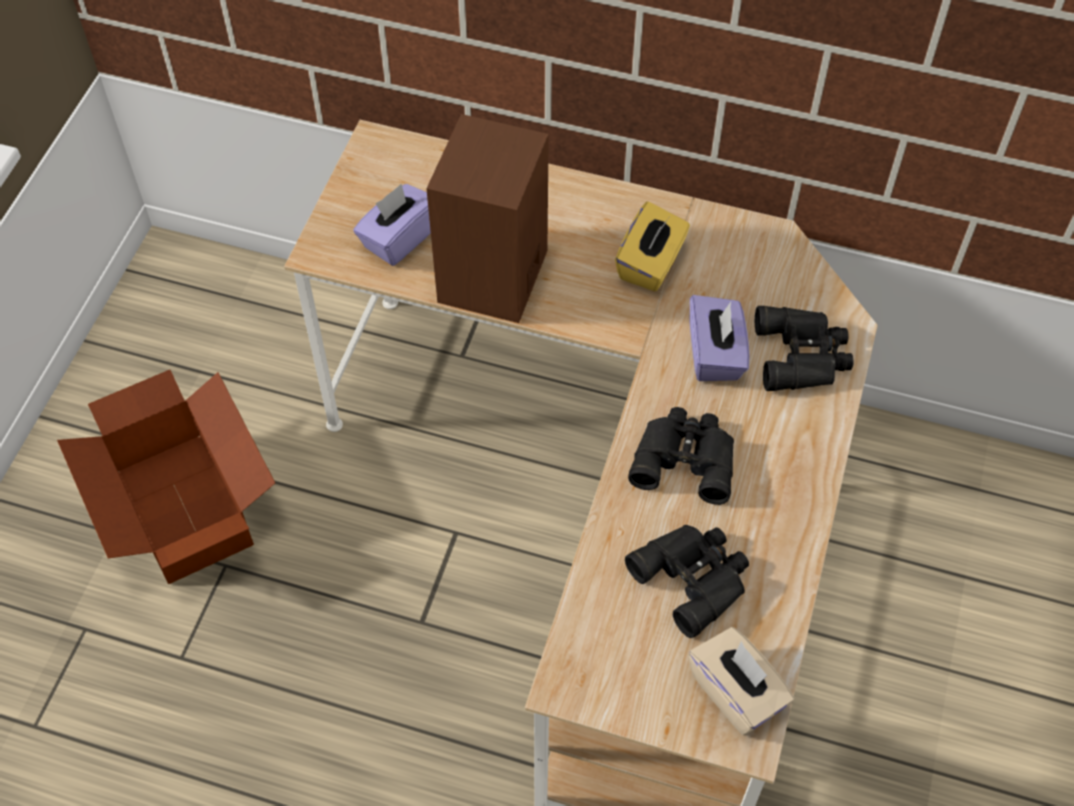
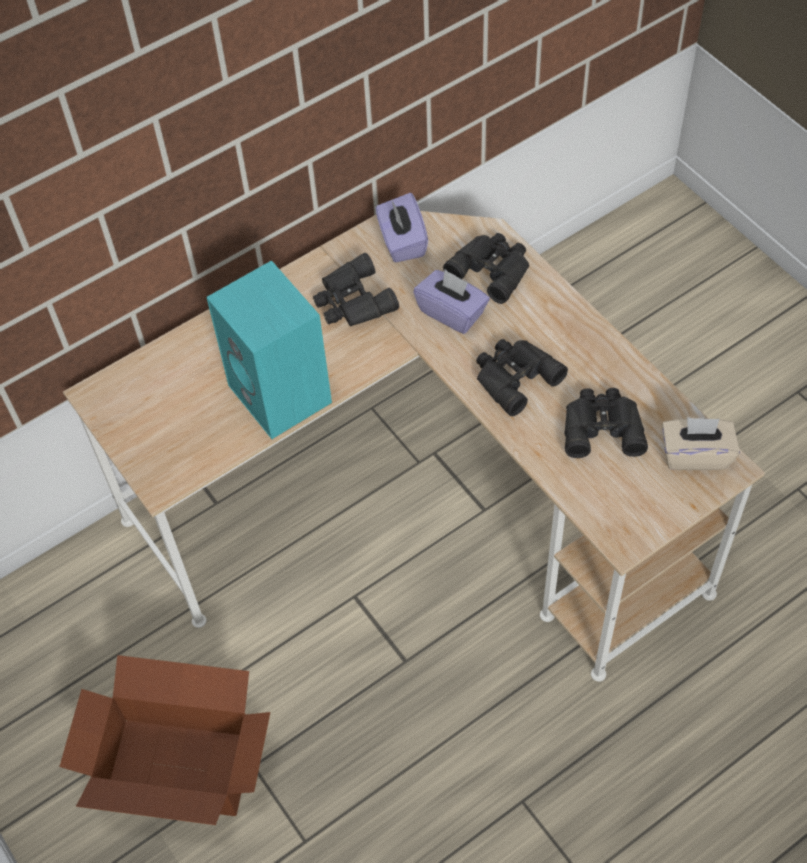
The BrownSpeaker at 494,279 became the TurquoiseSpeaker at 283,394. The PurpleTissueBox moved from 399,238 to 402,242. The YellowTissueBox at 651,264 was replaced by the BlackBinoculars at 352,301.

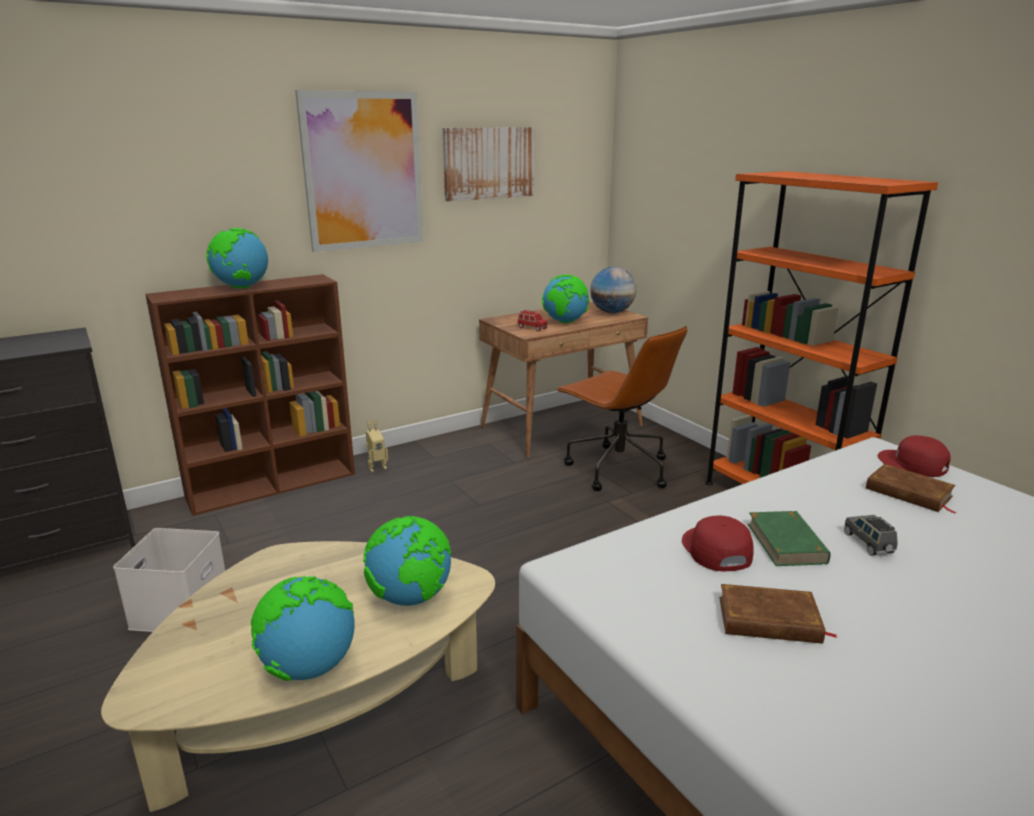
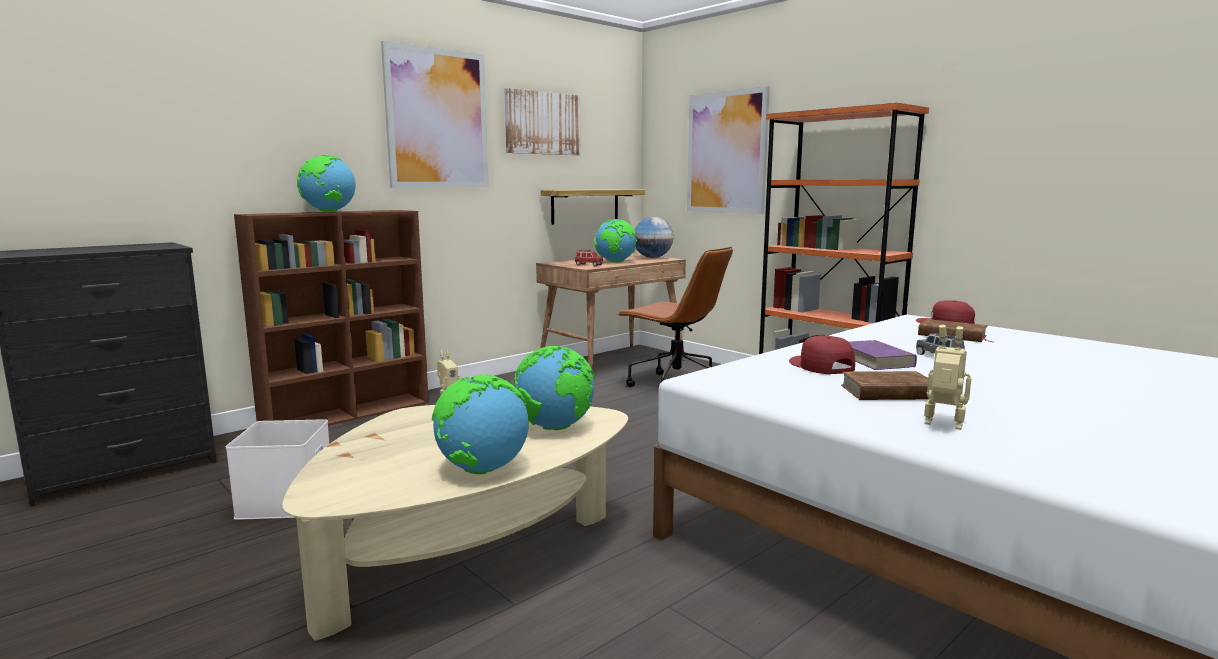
The GreenBook at 786,543 became the PurpleBook at 875,360. The Picture at 726,152 appeared. The Shelf at 585,206 appeared. The ToyRobot at 942,426 appeared.

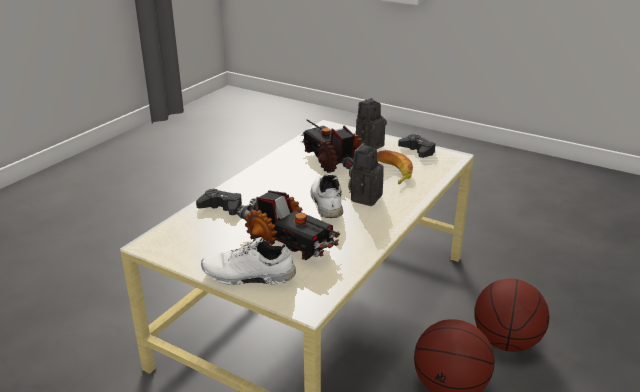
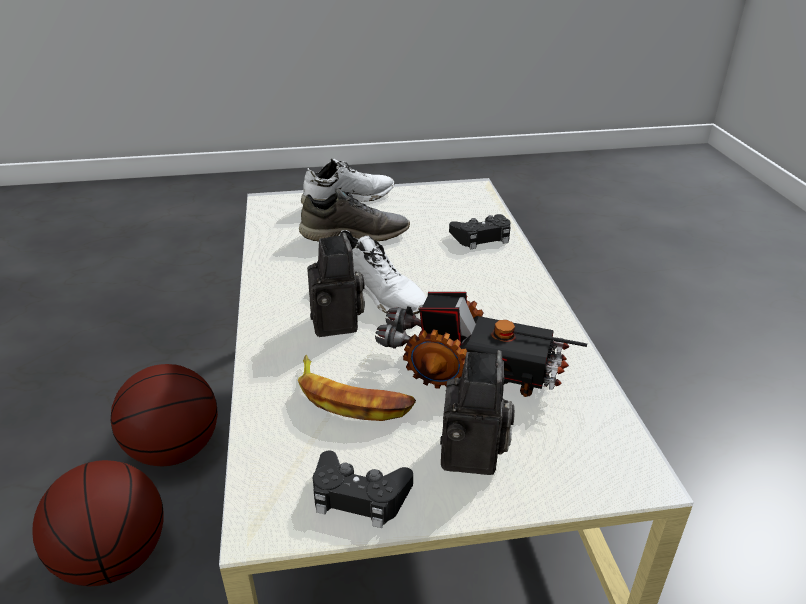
The ToyTruck at 287,242 was replaced by the GreyShoe at 355,234.

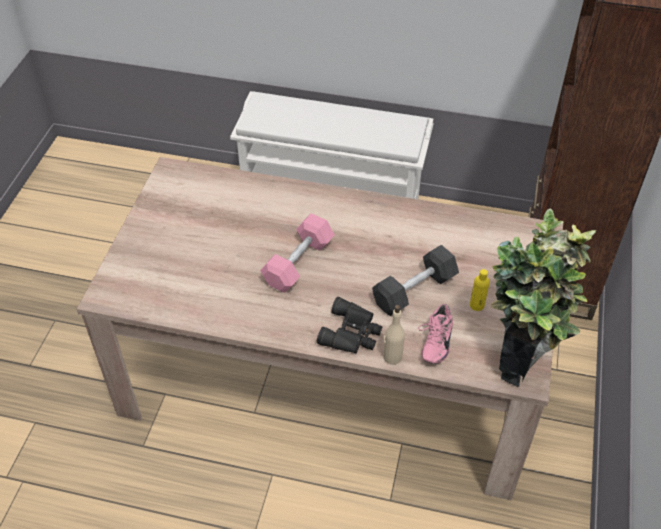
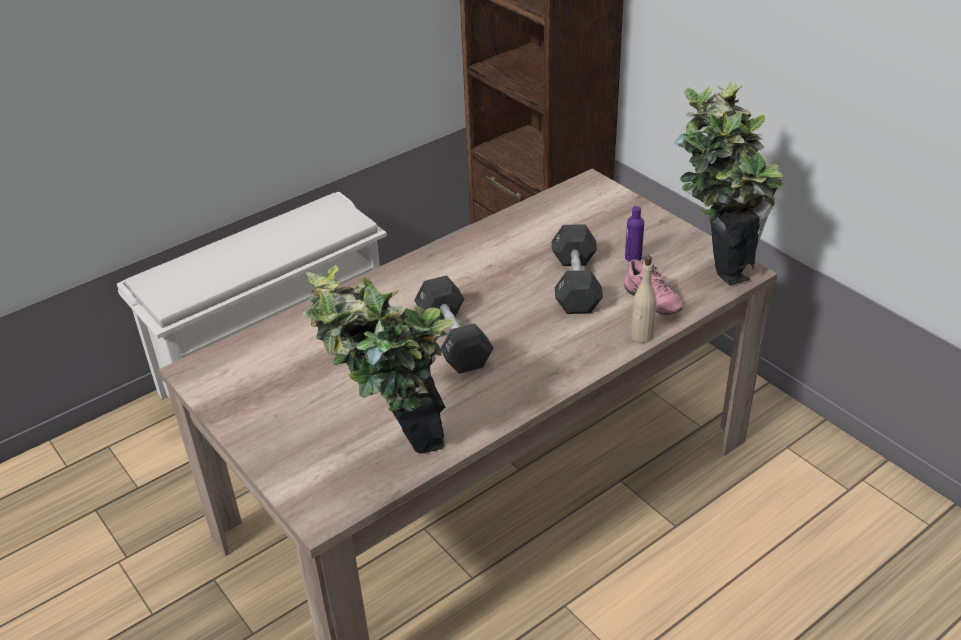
The PinkDumbbell at 298,263 became the BlackDumbbell at 453,339. The YellowBottle at 477,305 became the PurpleBottle at 633,257. The BlackBinoculars at 352,333 disappeared. The PottedPlant at 394,450 appeared.

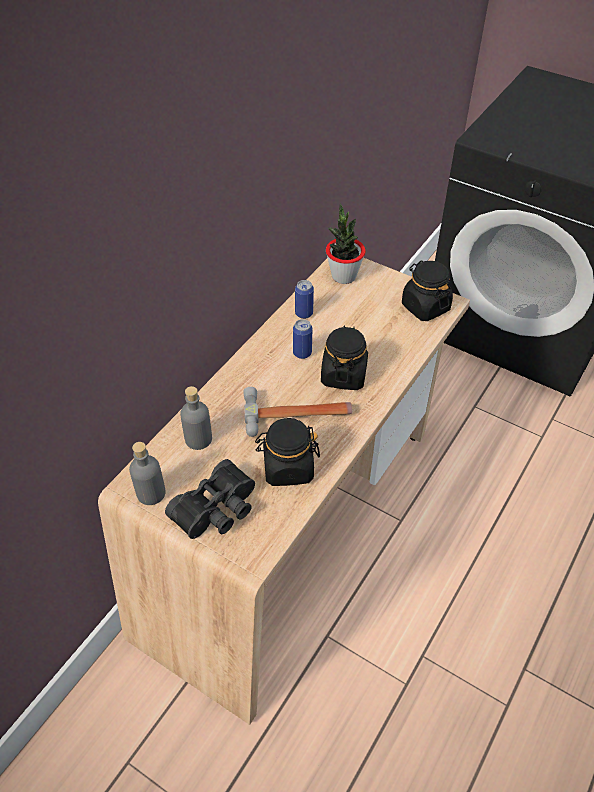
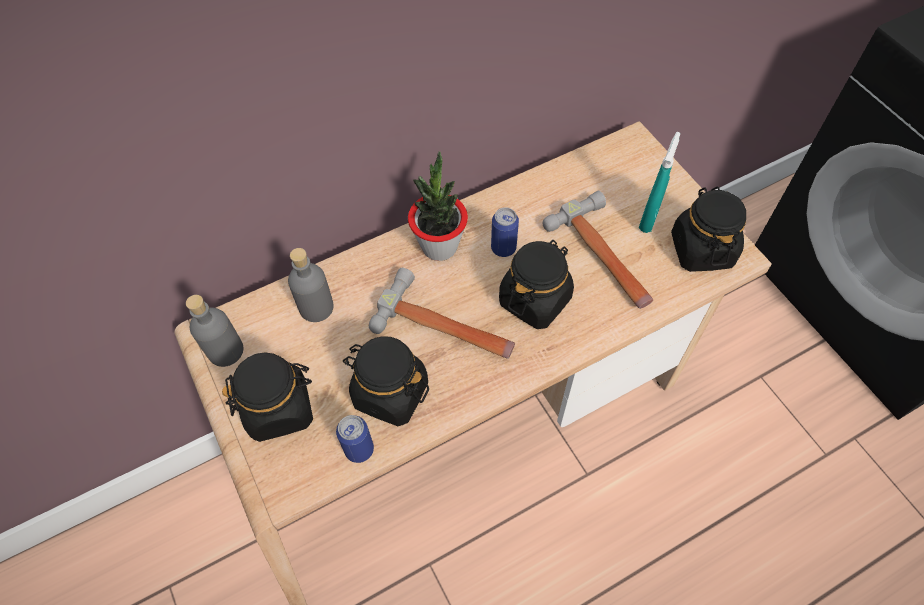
The PottedPlant moved from 343,276 to 439,246. The Can moved from 304,313 to 359,449. The BlackBinoculars at 218,510 was replaced by the BlackJar at 279,408. The TurquoiseSprayBottle at 648,218 appeared. The Hammer at 604,258 appeared.

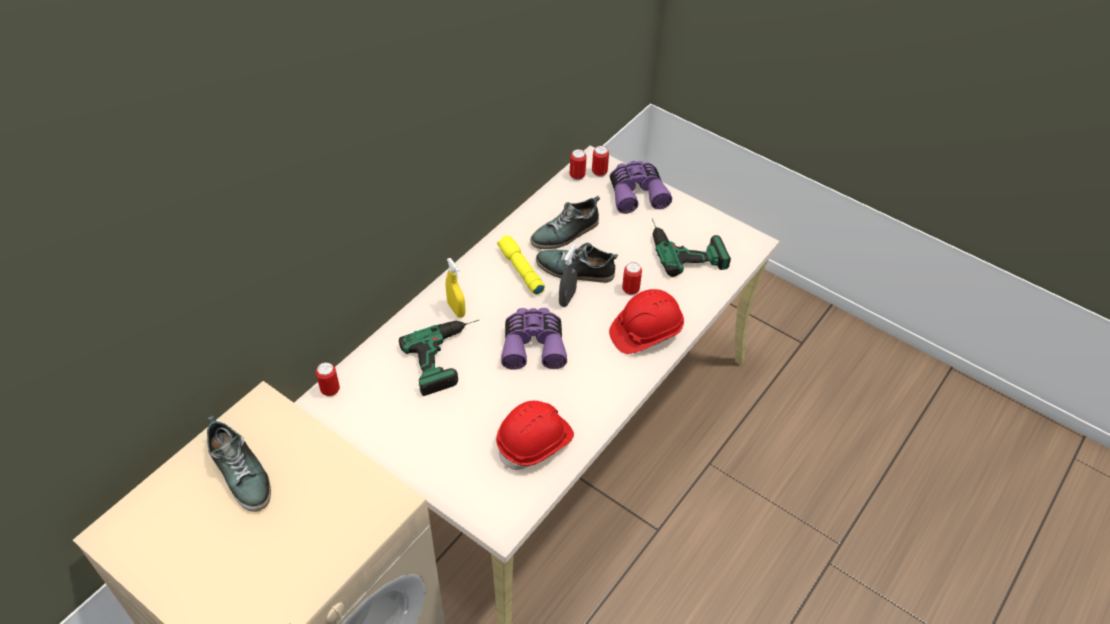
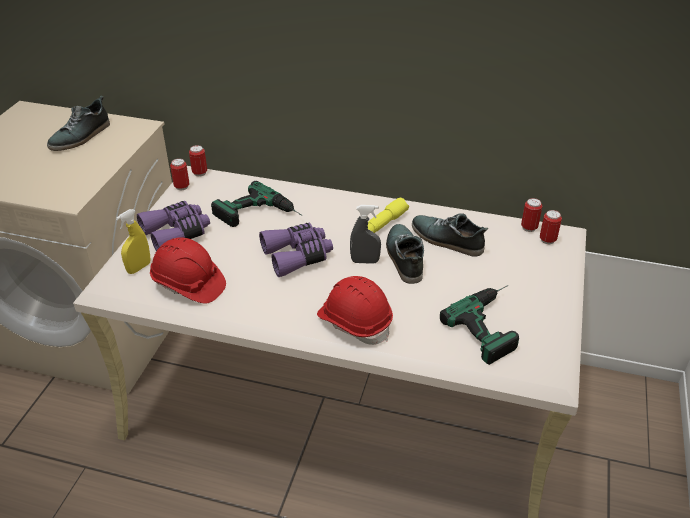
The PurpleBinoculars moved from 636,193 to 177,233. The YellowSprayBottle moved from 456,309 to 139,268. The Can moved from 630,290 to 182,187.

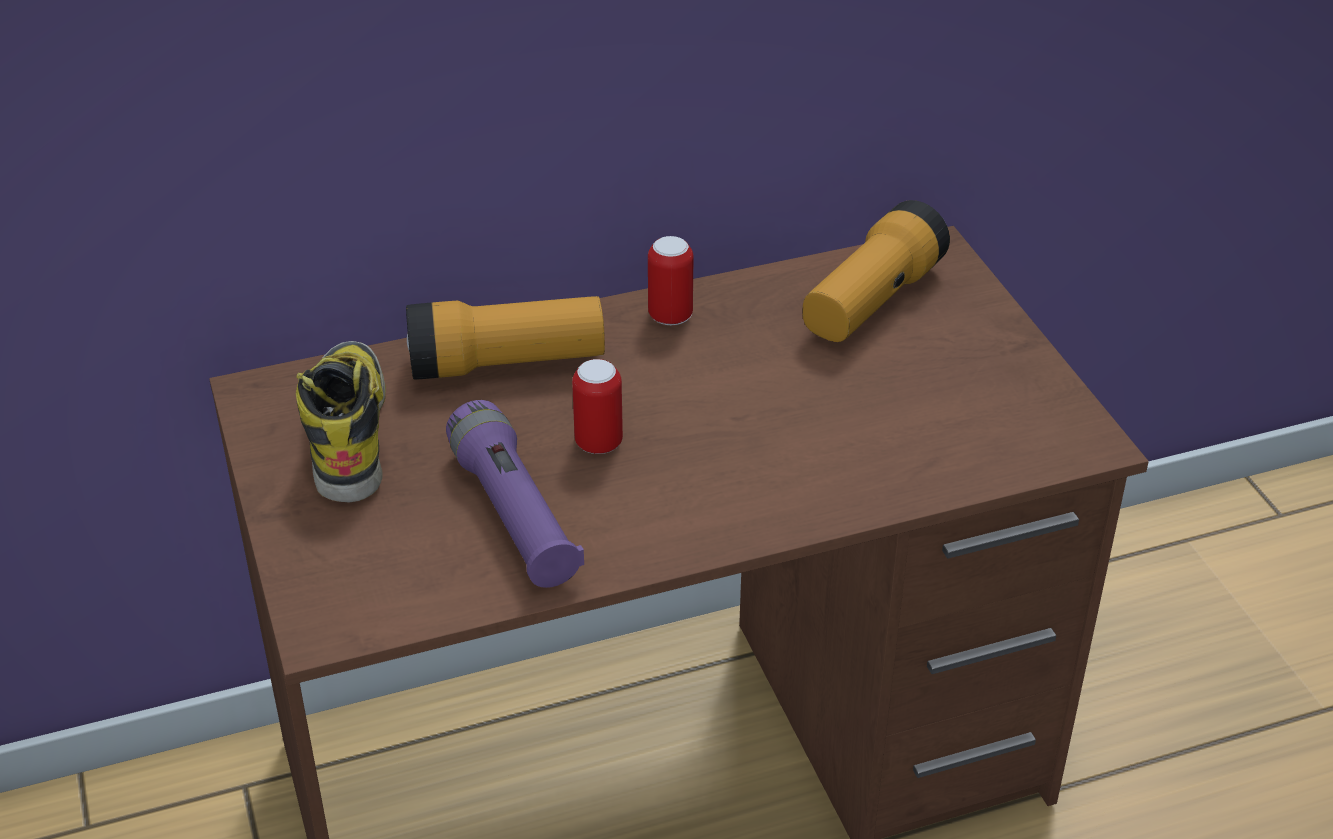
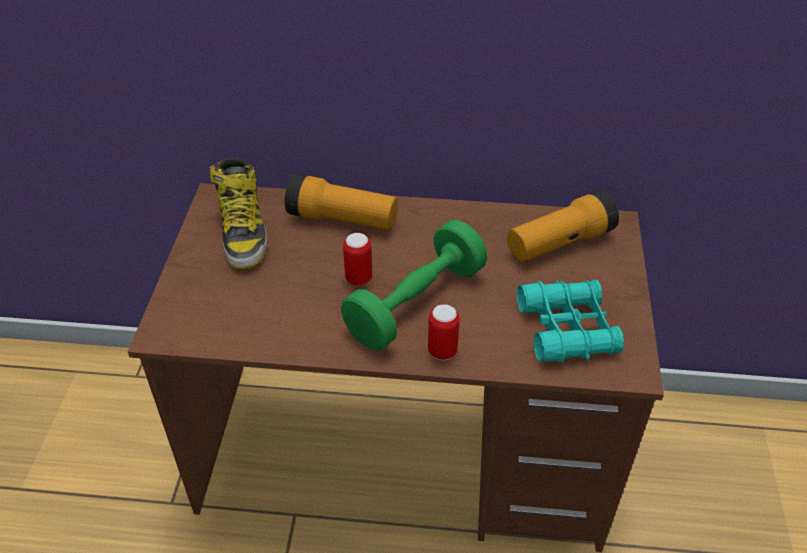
The Can moved from 670,316 to 442,351. The Boot at 348,430 turned 150 degrees clockwise. The PurpleFlashlight at 514,515 disappeared. The GreenDumbbell at 415,303 appeared. The TurquoiseBinoculars at 567,329 appeared.

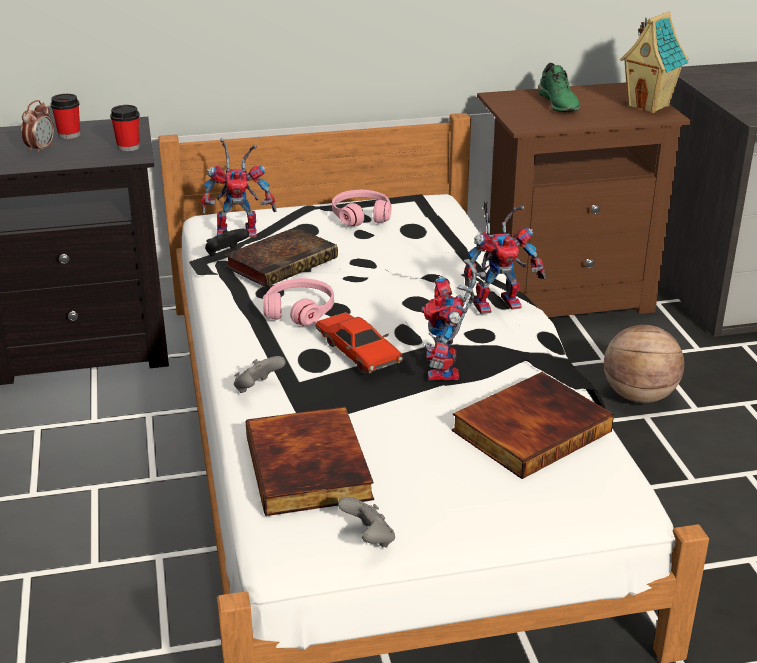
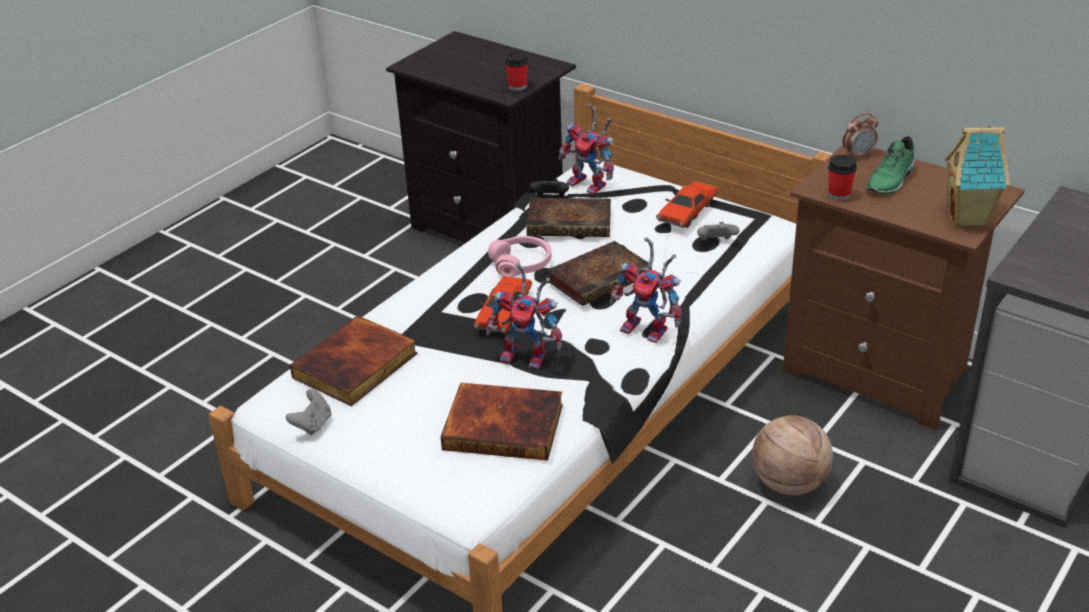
The Cup moved from 69,135 to 839,195. The AlarmClock moved from 40,149 to 858,155. The PinkHeadphones at 361,216 was replaced by the RedToyCar at 687,212. The ToyRobot at 447,370 turned 120 degrees counterclockwise. The GreyGameController moved from 257,389 to 716,243. The Book at 600,277 appeared.

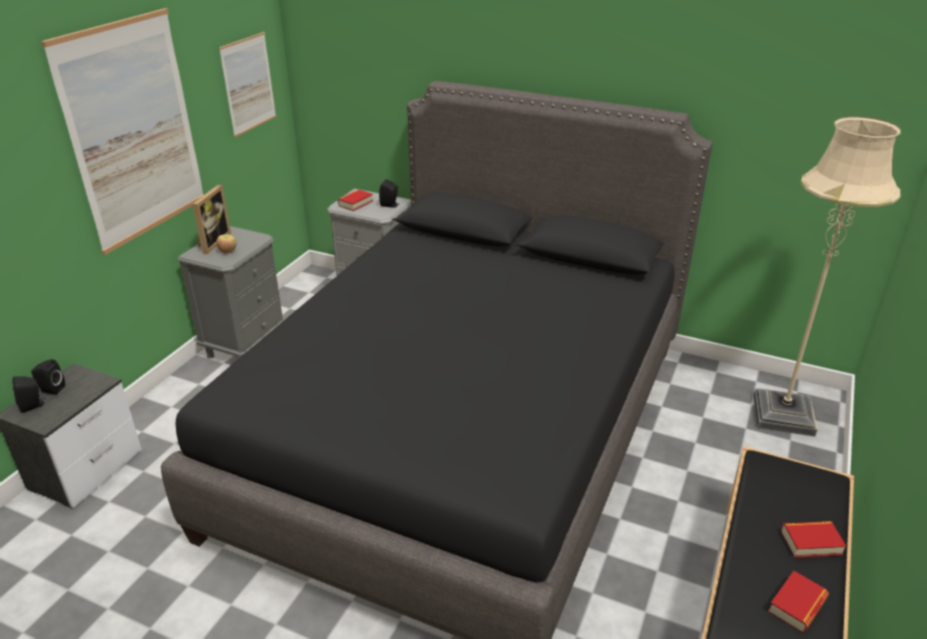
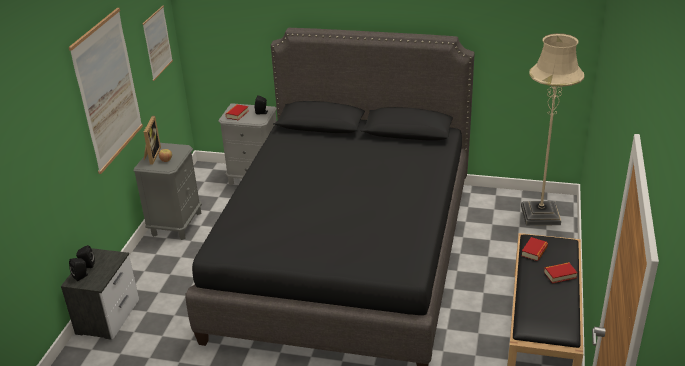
The Book moved from 797,606 to 534,251.

